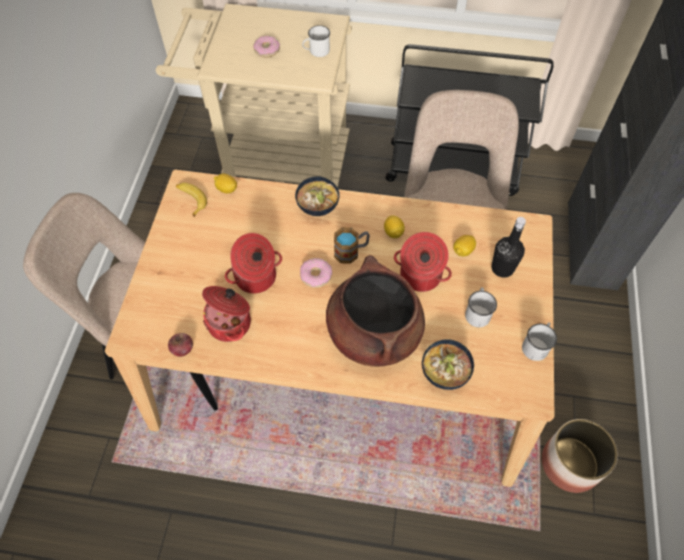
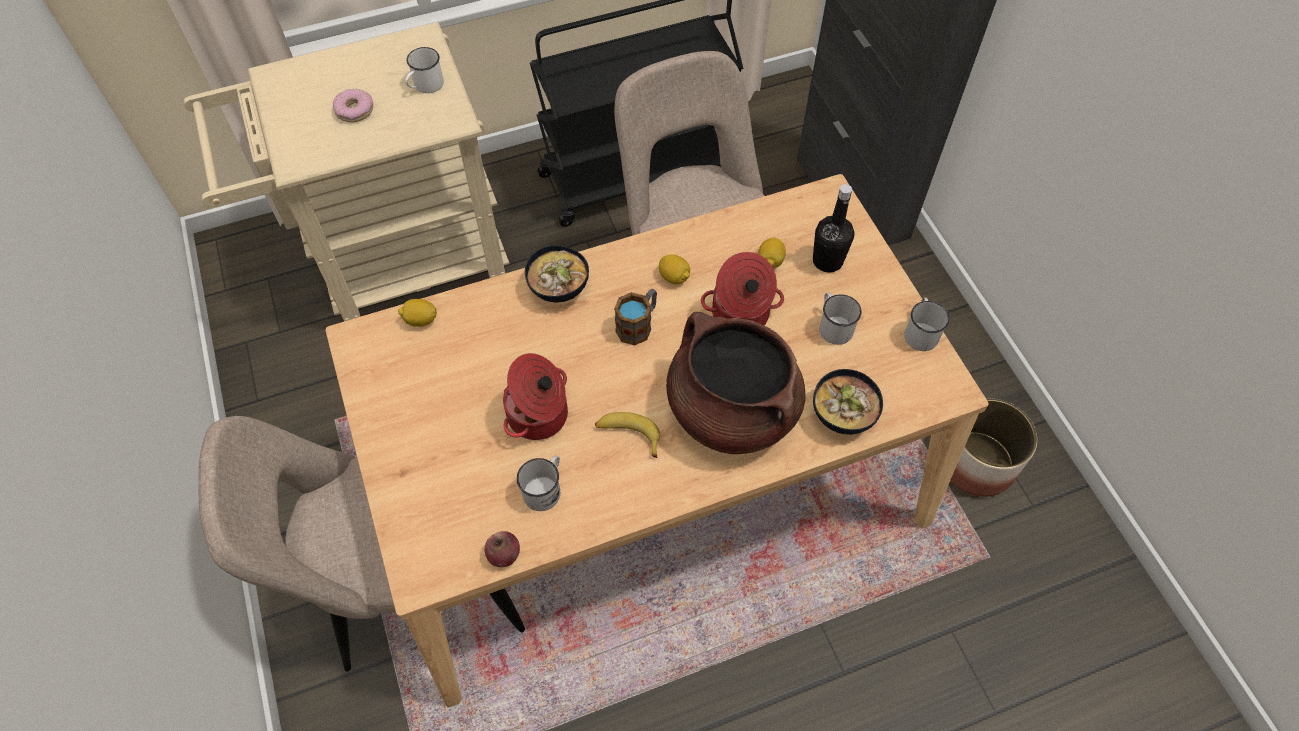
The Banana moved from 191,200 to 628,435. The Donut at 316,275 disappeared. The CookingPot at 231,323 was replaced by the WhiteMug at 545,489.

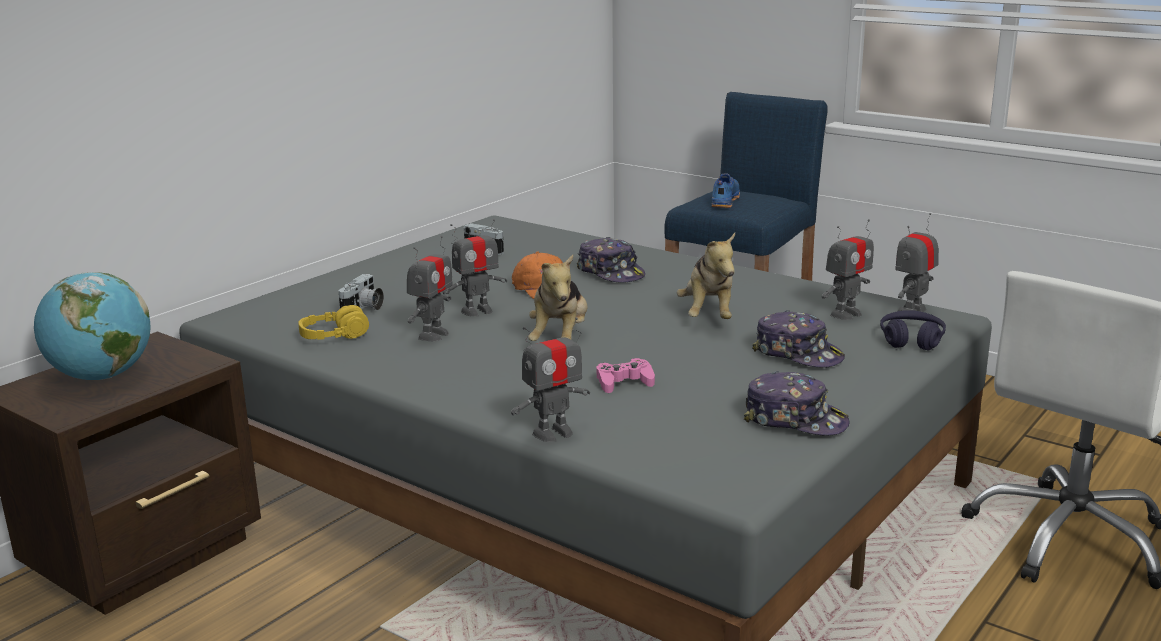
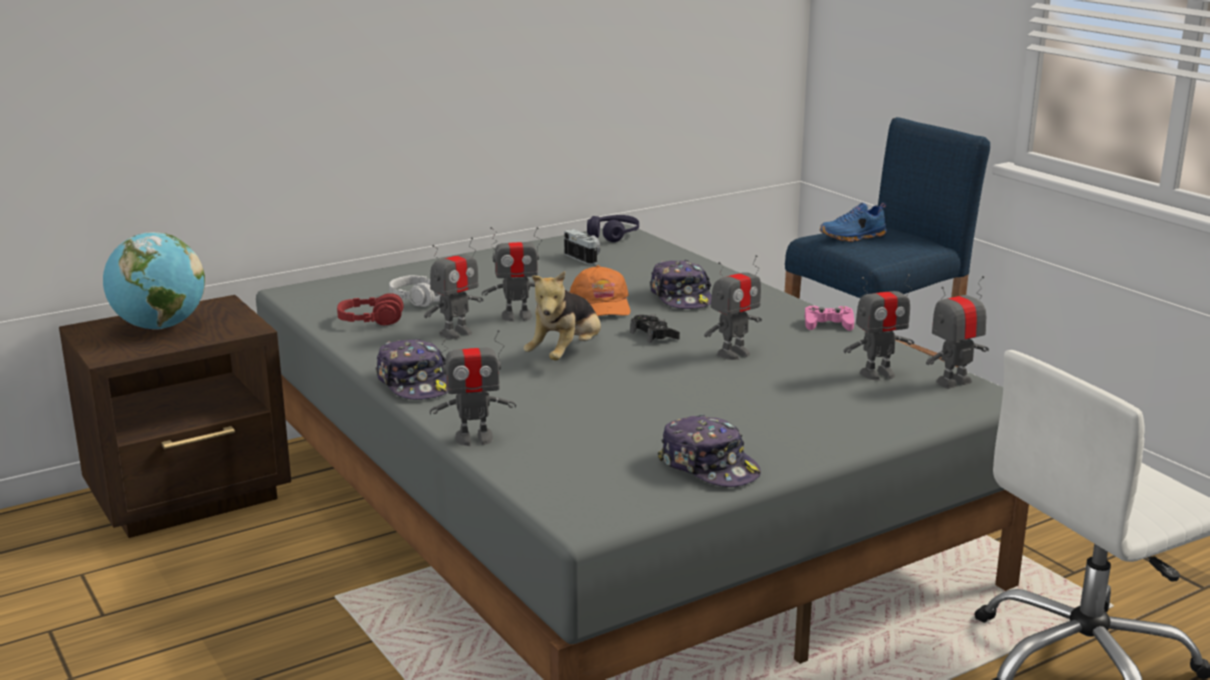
The BlueShoe at 724,201 turned 150 degrees counterclockwise. The PlushToy at 708,315 was replaced by the ToyRobot at 733,354. The PhotoCamera at 364,309 was replaced by the GreyHeadphones at 419,300. The YellowHeadphones at 334,336 became the RedHeadphones at 370,321. The Cap moved from 798,354 to 414,383. The PurpleHeadphones moved from 911,339 to 613,235. The PinkGameController moved from 624,382 to 828,324. The BlackGameController at 654,335 appeared.

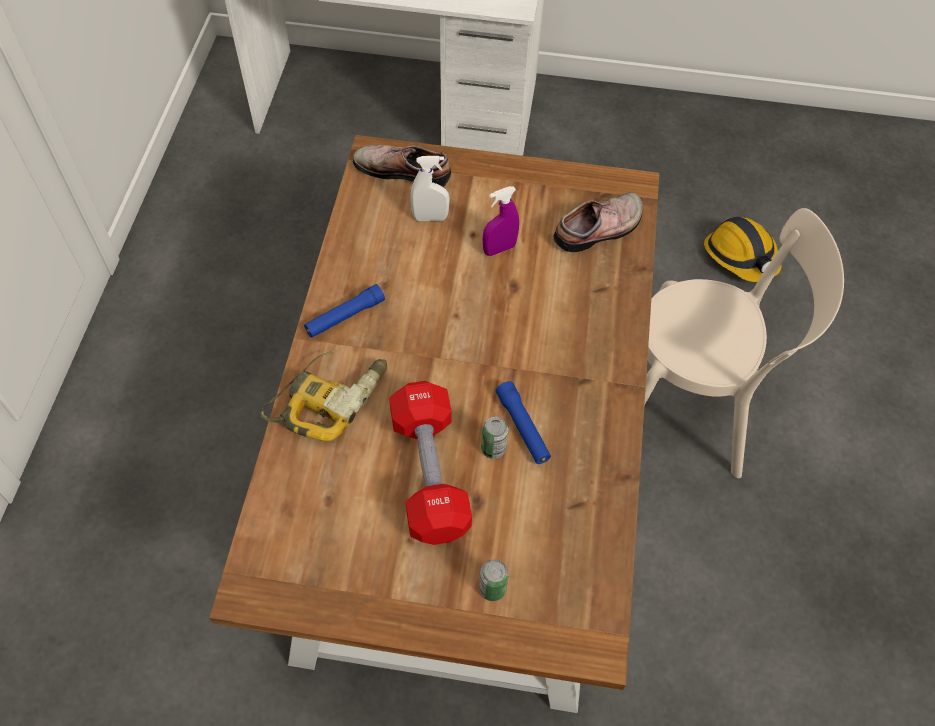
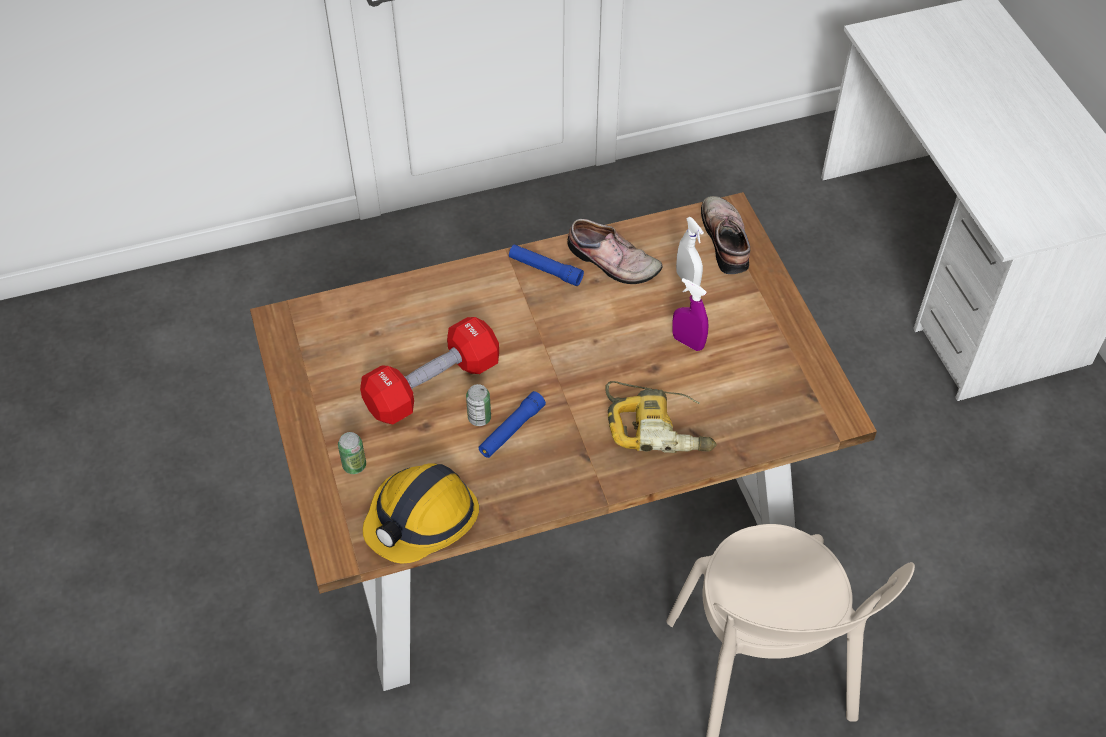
The Shoe moved from 600,230 to 612,262. The HardHat moved from 741,256 to 422,520. The PowerDrill moved from 329,397 to 659,426.

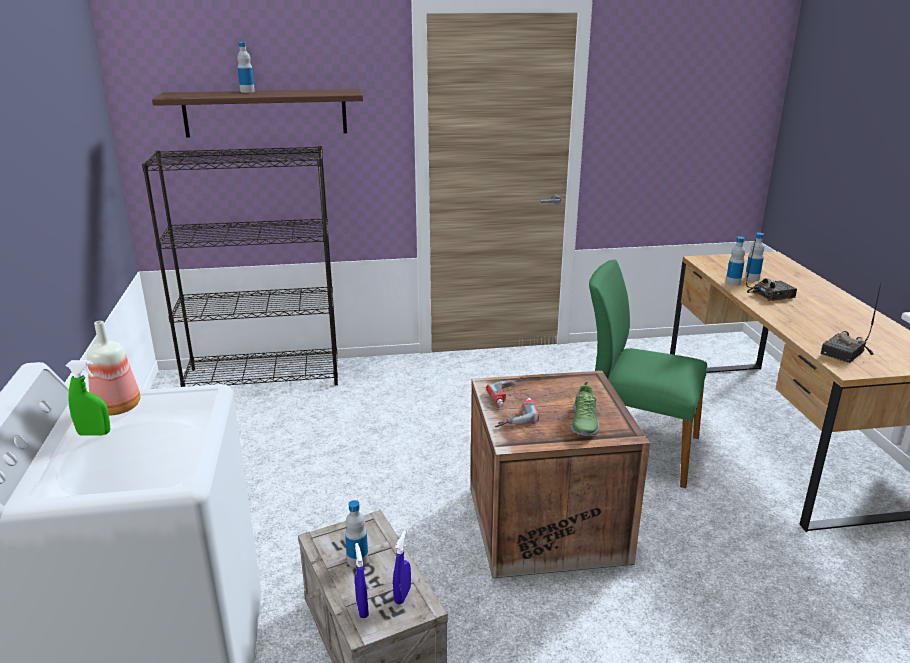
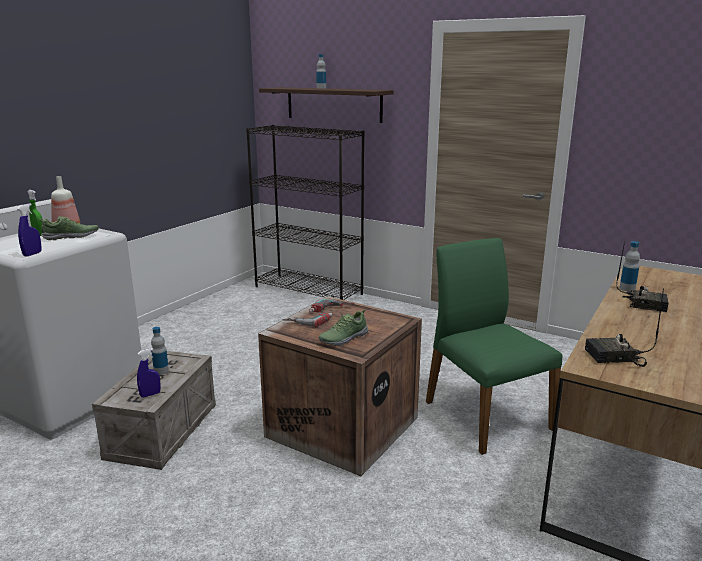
The Bottle at 752,278 disappeared. The BlueSprayBottle moved from 362,609 to 32,254. The Shoe at 71,237 appeared.

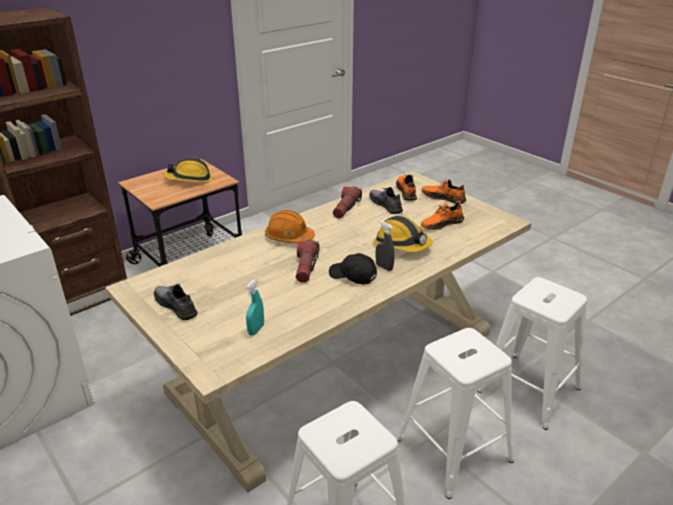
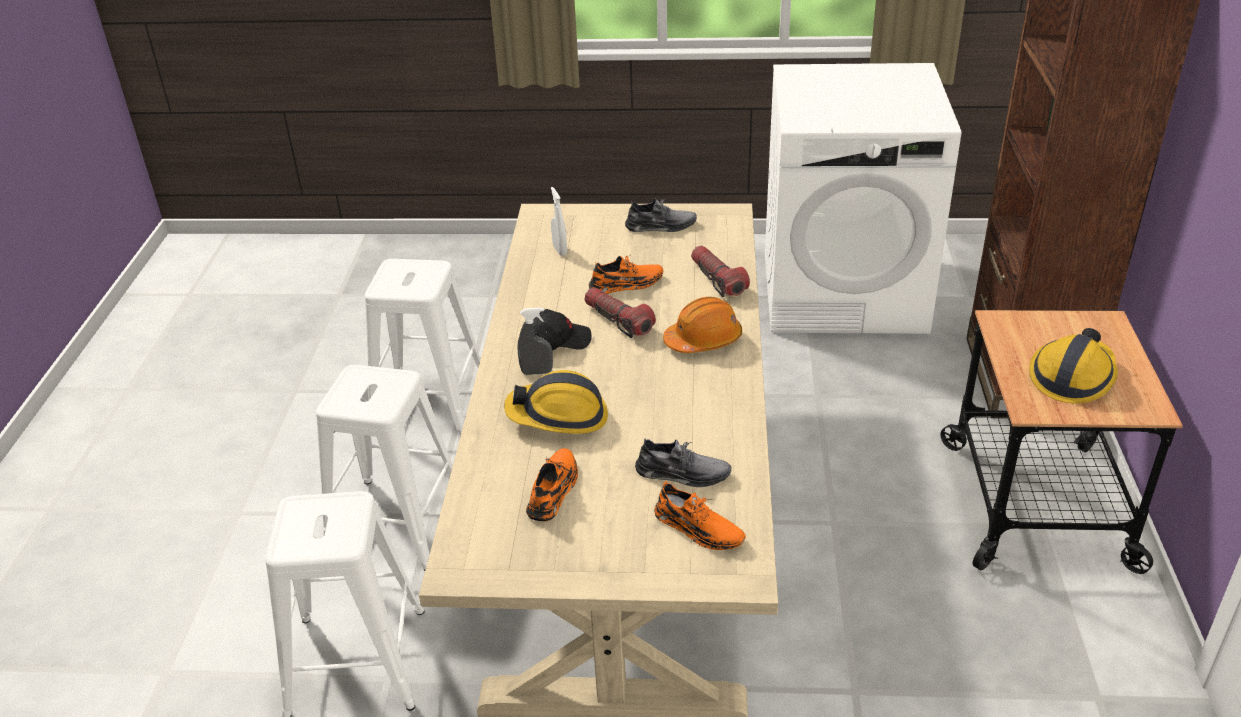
The OrangeShoe moved from 443,197 to 626,284. The Flashlight moved from 346,208 to 718,280. The TurquoiseSprayBottle at 256,330 became the WhiteSprayBottle at 560,250.

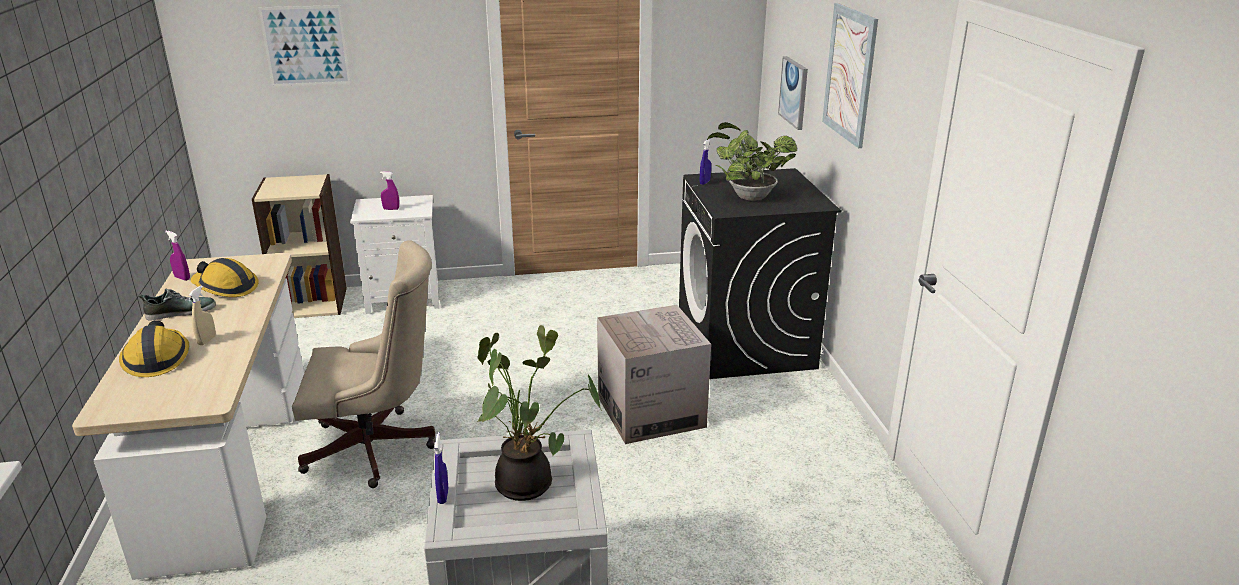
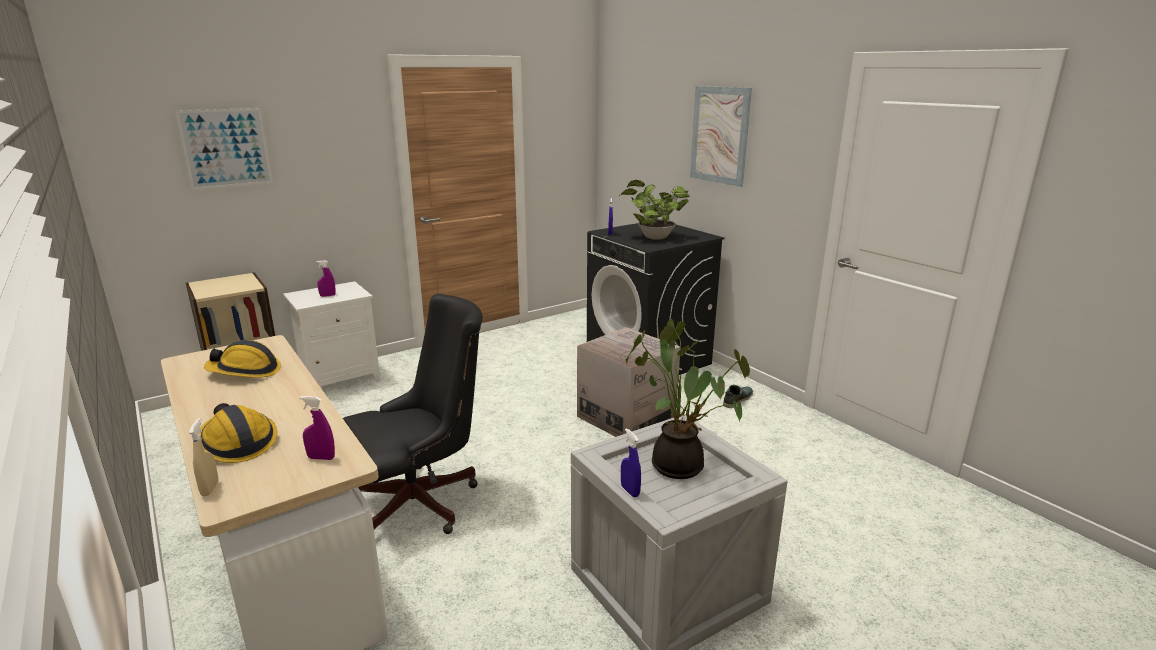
The Picture at 794,92 disappeared. The PurpleSprayBottle moved from 182,278 to 321,458. The BeigeOfficeChair at 377,449 became the BlackOfficeChair at 423,501. The BeigeSprayBottle moved from 207,340 to 210,488. The Shoe moved from 181,312 to 737,399.

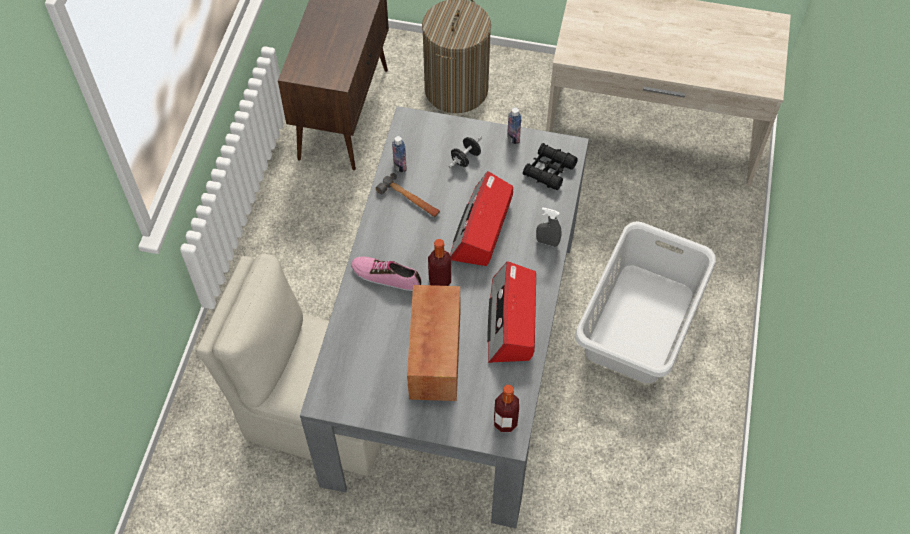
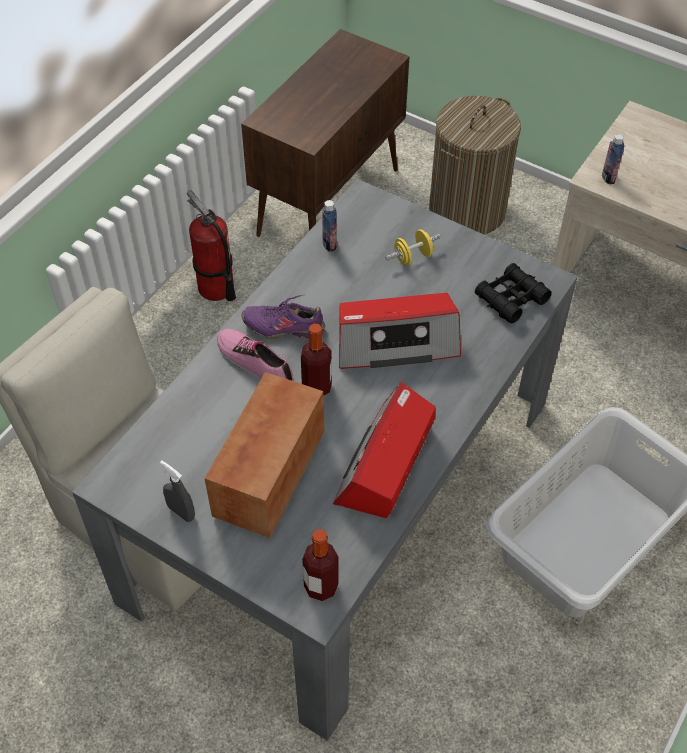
The Bottle moved from 513,138 to 608,177. The BlackDumbbell at 465,158 became the YellowDumbbell at 412,257. The Radio at 481,228 turned 135 degrees counterclockwise. The Hammer at 409,200 disappeared. The GreySprayBottle moved from 547,242 to 181,512. The FireExtinguisher at 216,288 appeared. The PurpleShoe at 284,326 appeared.

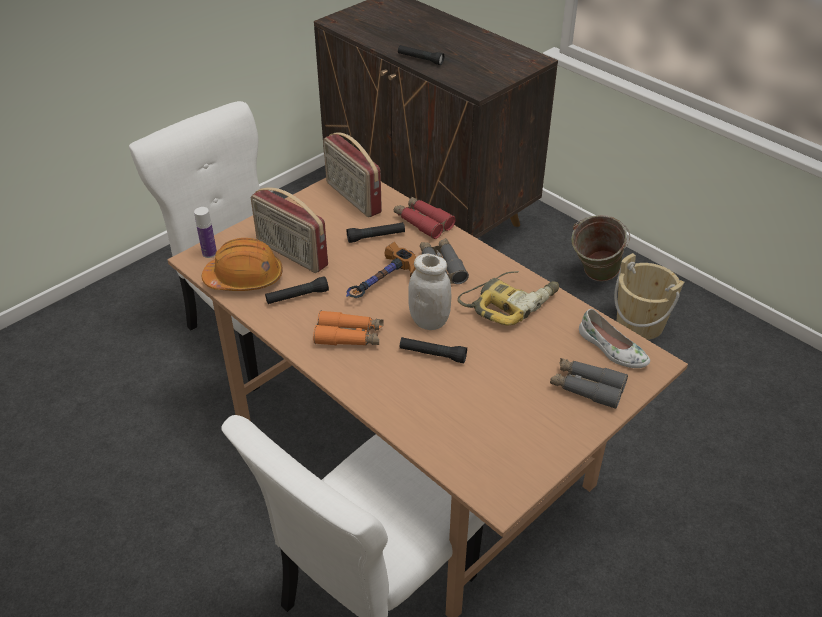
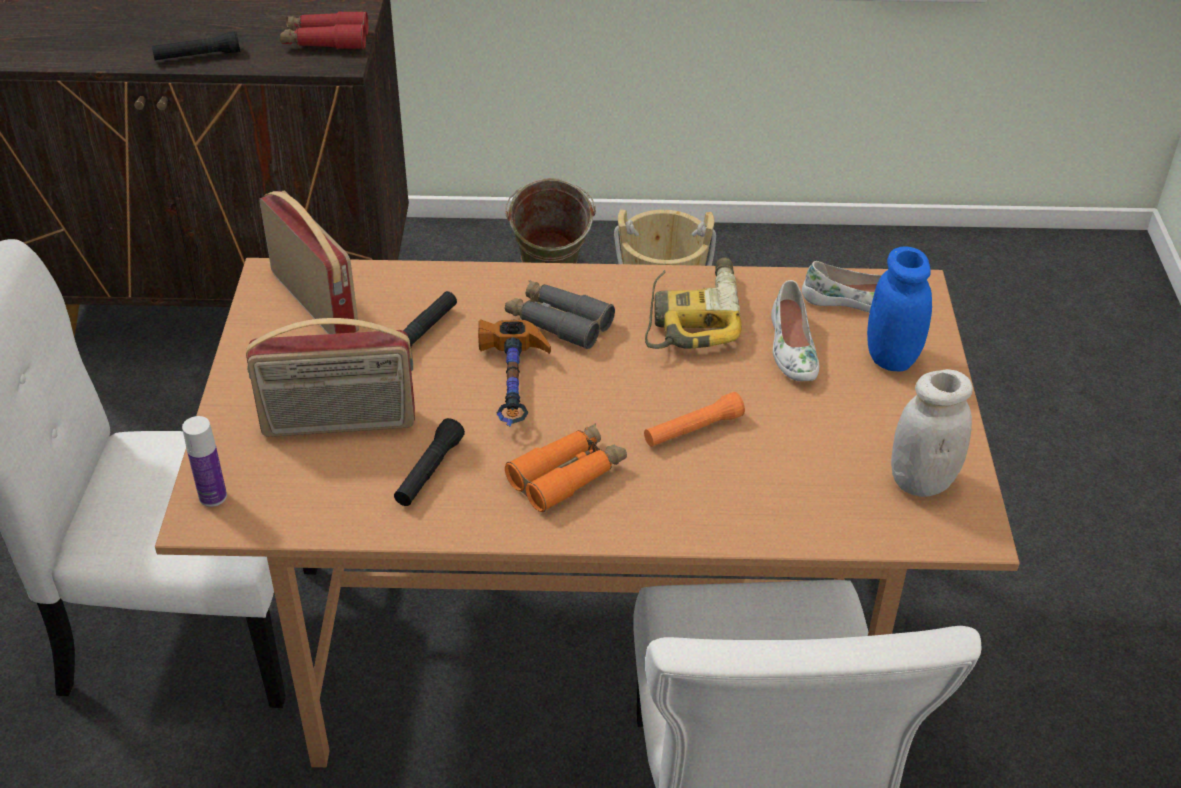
The Radio at 352,198 turned 135 degrees counterclockwise. The RedBinoculars moved from 423,222 to 325,41. The OrangeHardHat at 244,278 disappeared. The WhiteJar moved from 429,321 to 921,481. The BlackFlashlight at 432,354 became the OrangeFlashlight at 693,430. The GreyBinoculars at 587,388 was replaced by the BlueJar at 891,357. The WhiteShoe at 791,348 appeared.

